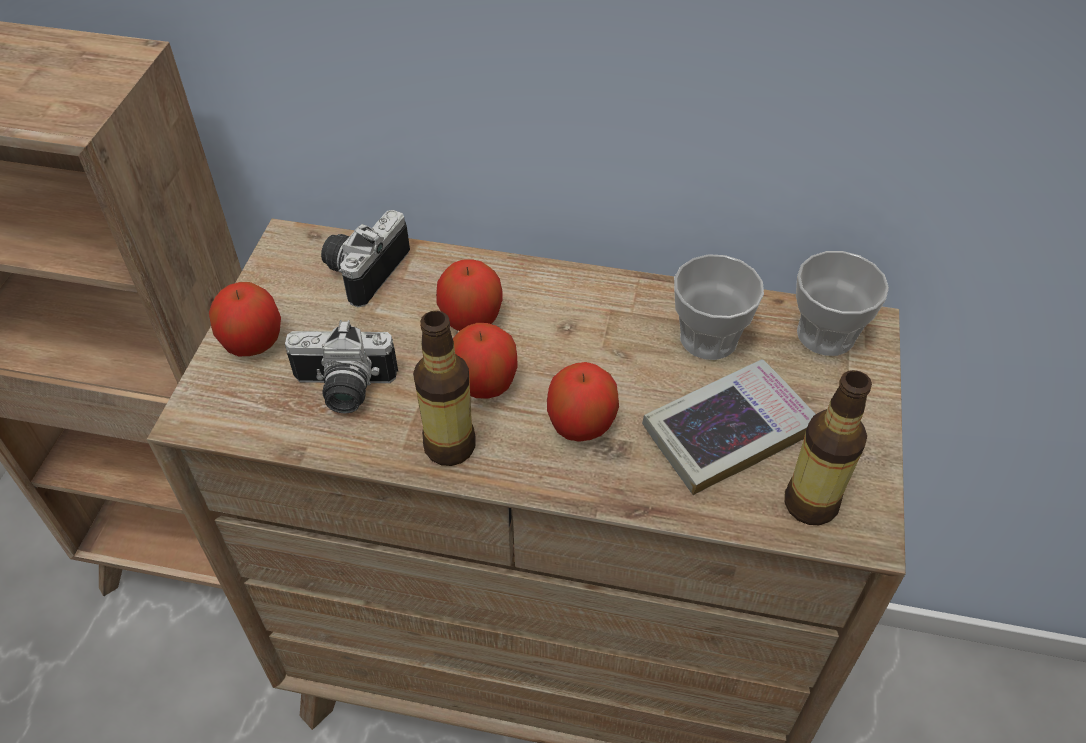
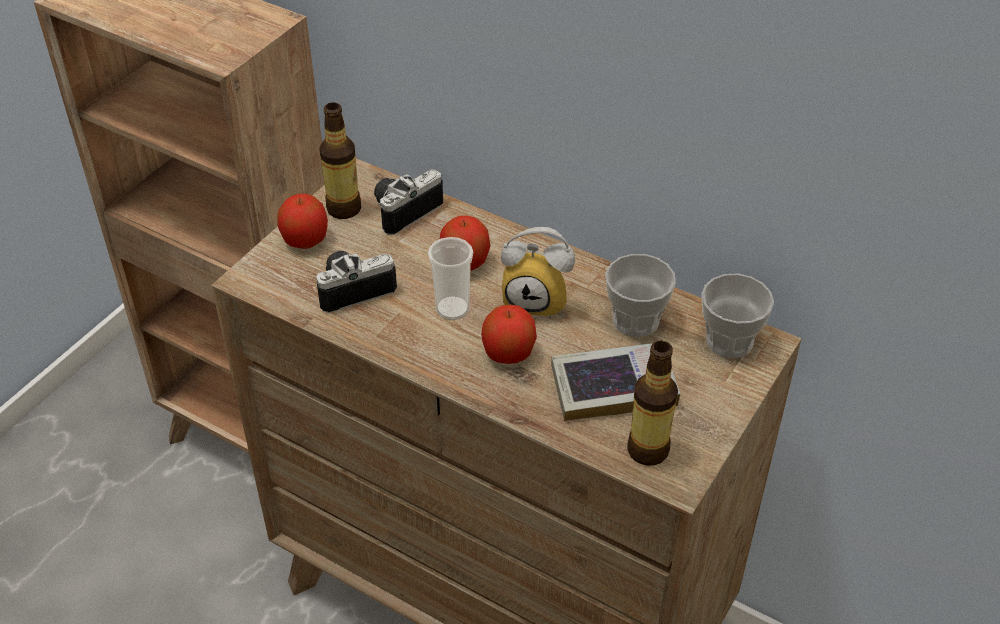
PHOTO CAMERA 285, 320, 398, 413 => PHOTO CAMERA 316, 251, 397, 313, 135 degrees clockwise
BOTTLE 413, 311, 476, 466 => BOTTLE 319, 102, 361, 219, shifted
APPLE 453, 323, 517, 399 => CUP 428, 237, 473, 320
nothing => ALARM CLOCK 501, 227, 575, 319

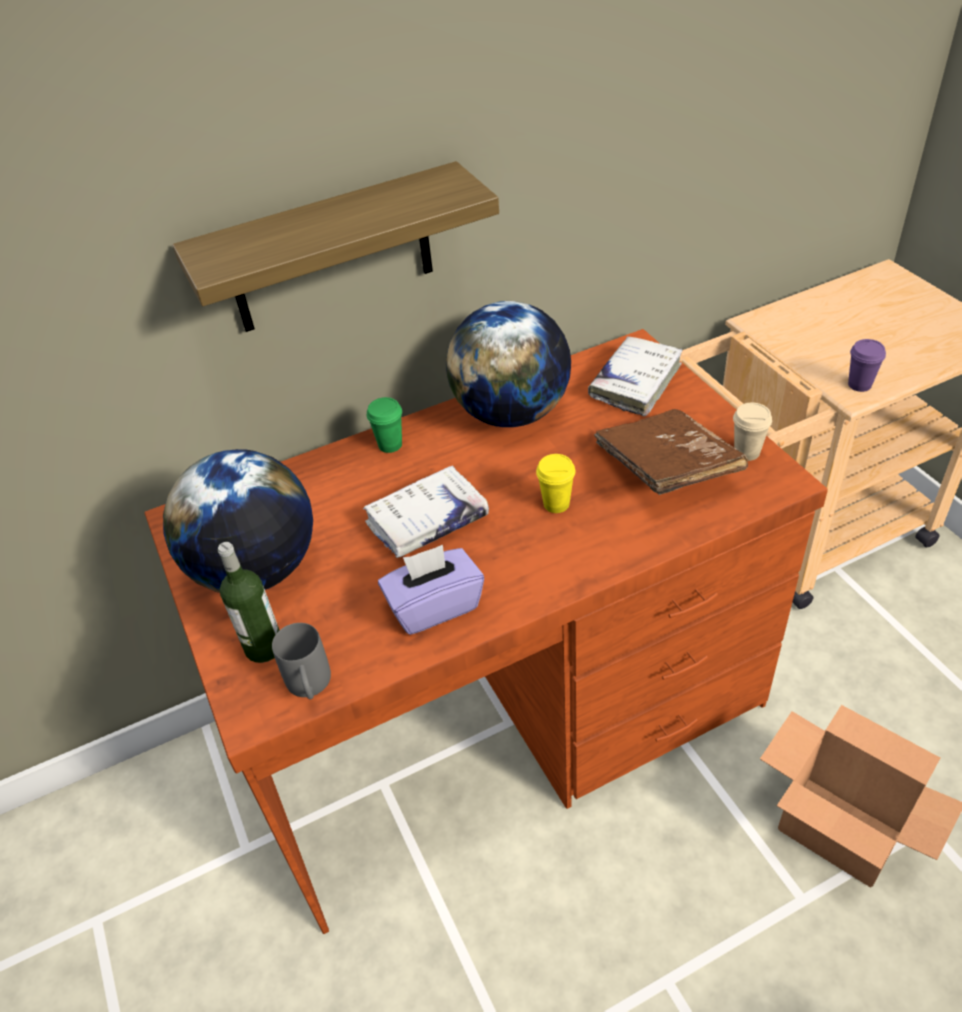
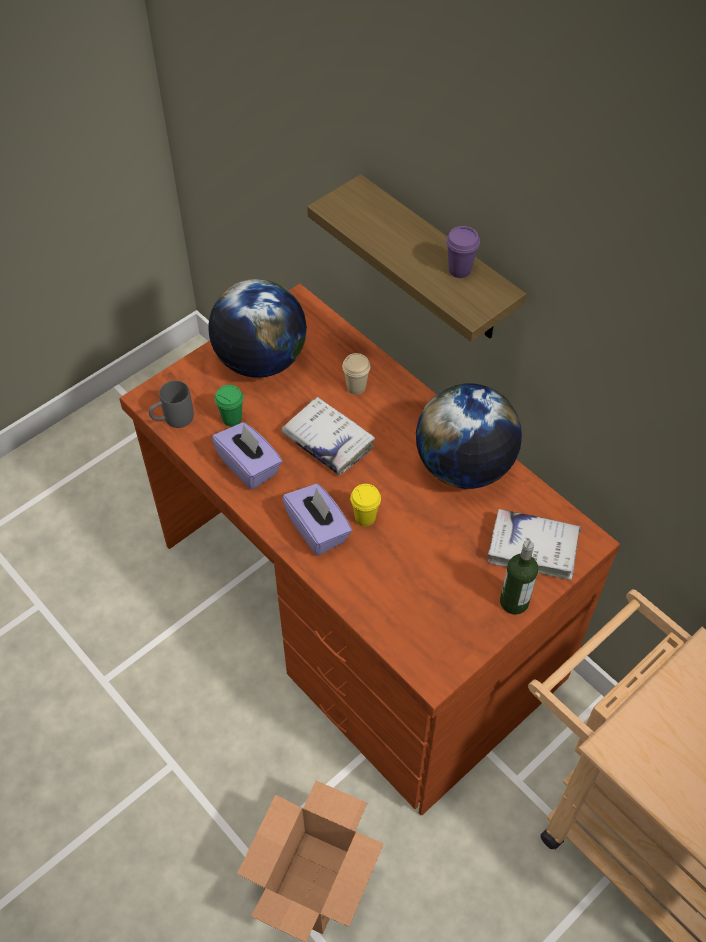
BOTTLE 218, 542, 280, 663 => BOTTLE 500, 540, 538, 615, shifted
GREEN CUP 367, 397, 402, 453 => GREEN CUP 215, 385, 244, 427, shifted
BROWN BOOK 594, 409, 748, 495 => nothing
BEIGE CUP 733, 403, 772, 461 => BEIGE CUP 342, 353, 370, 395, shifted
PURPLE CUP 848, 339, 886, 392 => PURPLE CUP 446, 226, 480, 278, shifted
nothing => PURPLE TISSUE BOX 282, 483, 352, 556

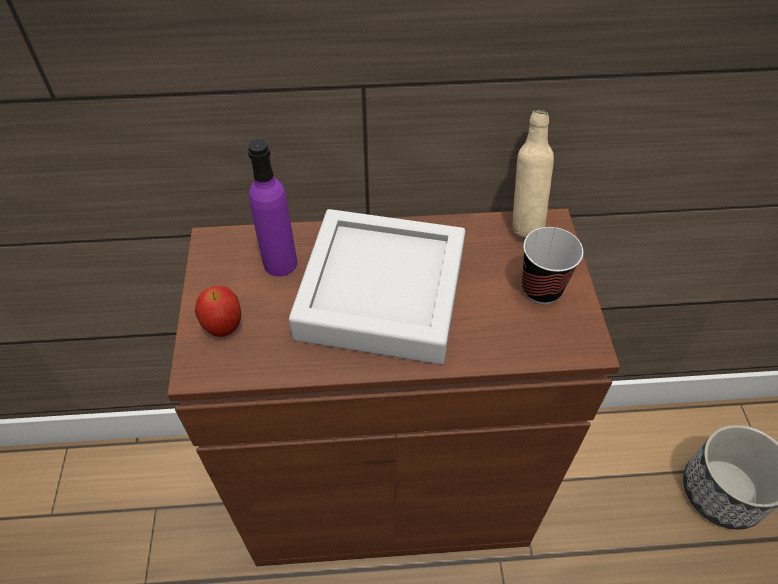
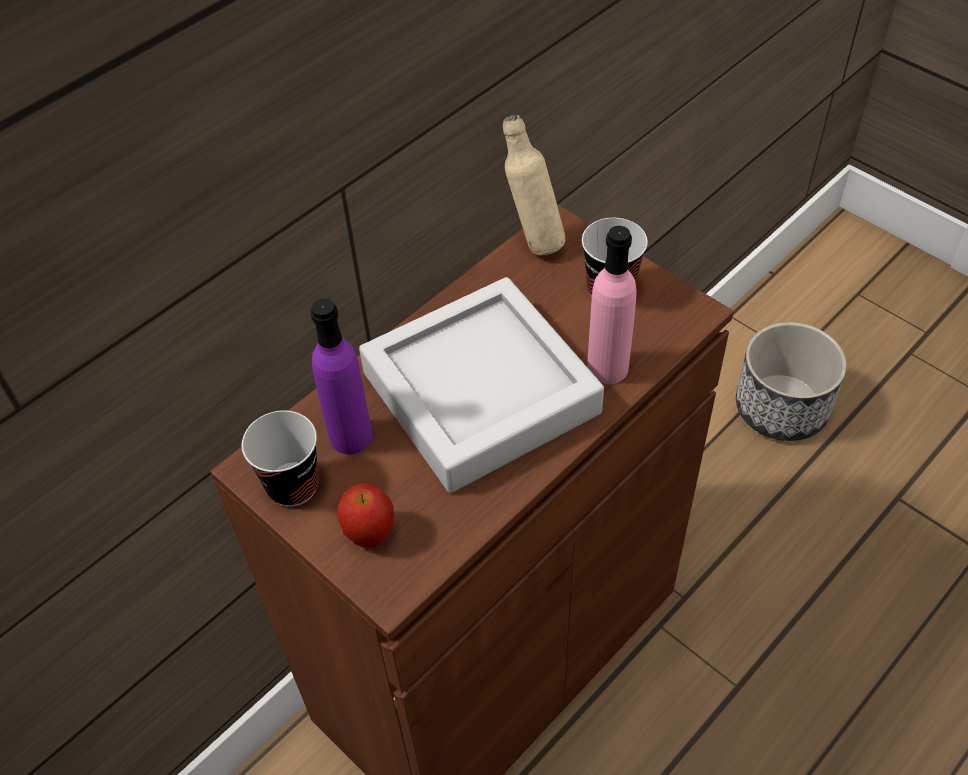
nothing => CUP 242, 411, 319, 507
nothing => PINK BOTTLE 587, 226, 637, 384

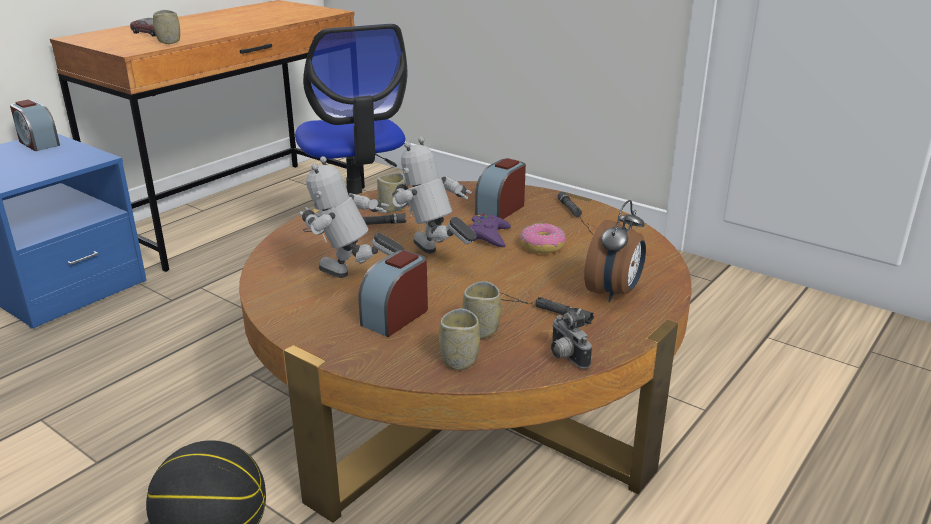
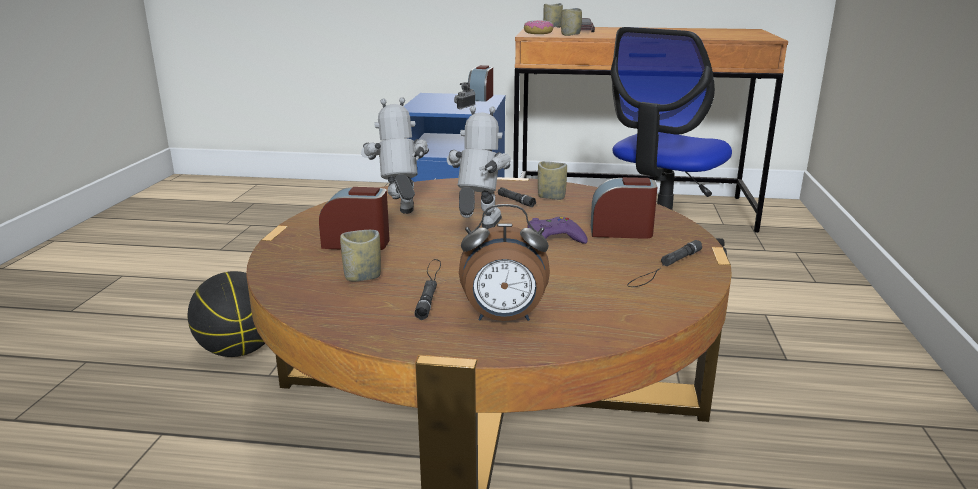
CUP 439, 308, 480, 370 => CUP 543, 3, 563, 28, shifted
DONUT 520, 223, 566, 254 => DONUT 524, 20, 554, 34, shifted
PHOTO CAMERA 551, 310, 592, 369 => PHOTO CAMERA 454, 82, 475, 109, shifted

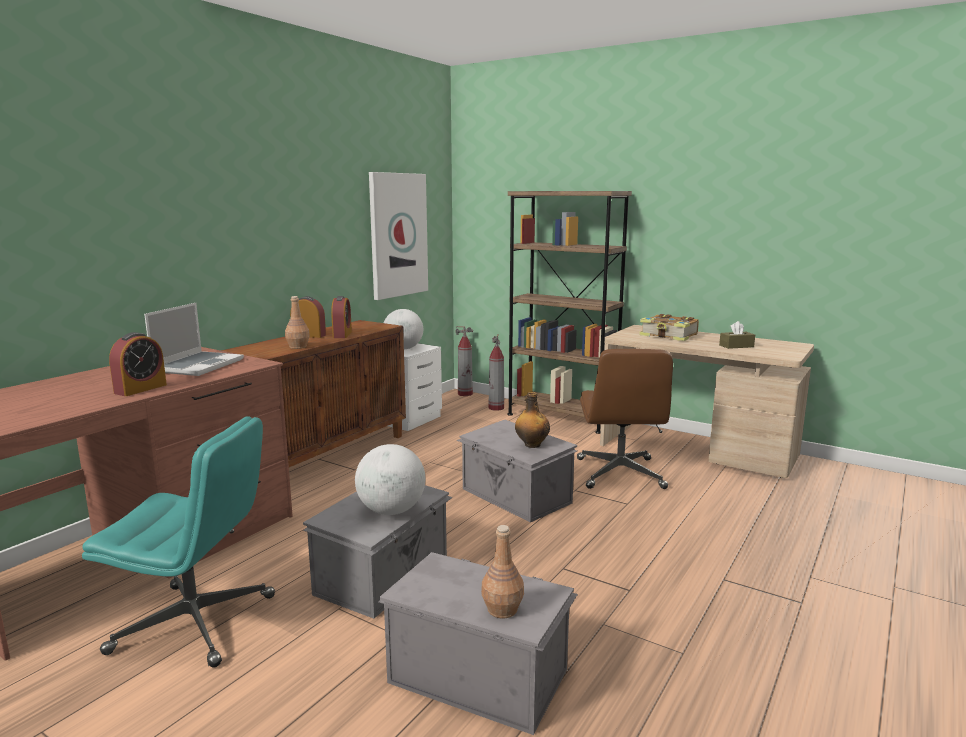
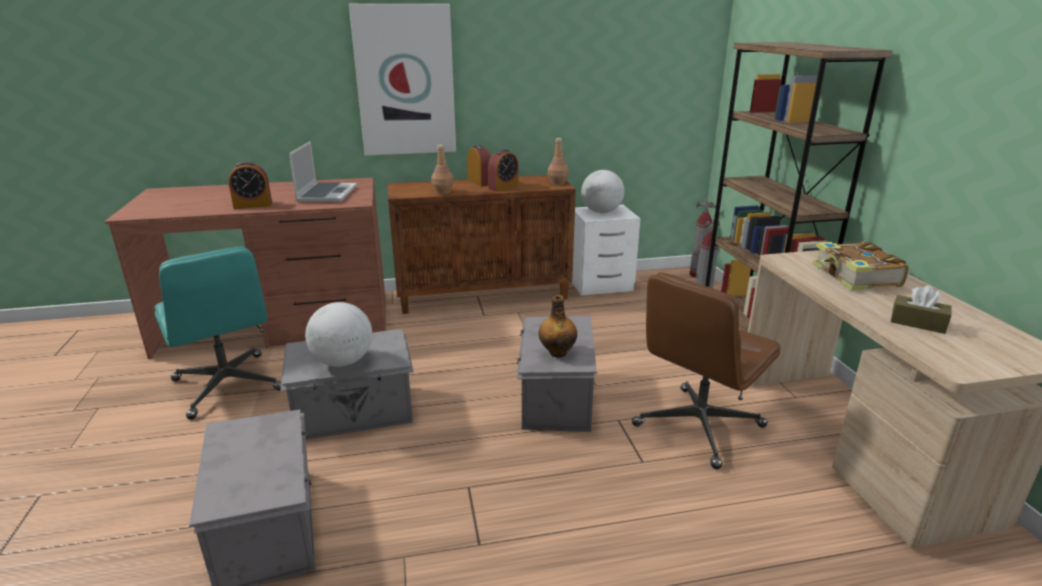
LAPTOP 144, 303, 244, 376 => LAPTOP 289, 141, 357, 202, 60 degrees counterclockwise
PICTURE 369, 172, 428, 300 => PICTURE 349, 4, 456, 156, shifted
BROWN BOTTLE 481, 525, 524, 619 => BROWN BOTTLE 548, 138, 569, 185, shifted

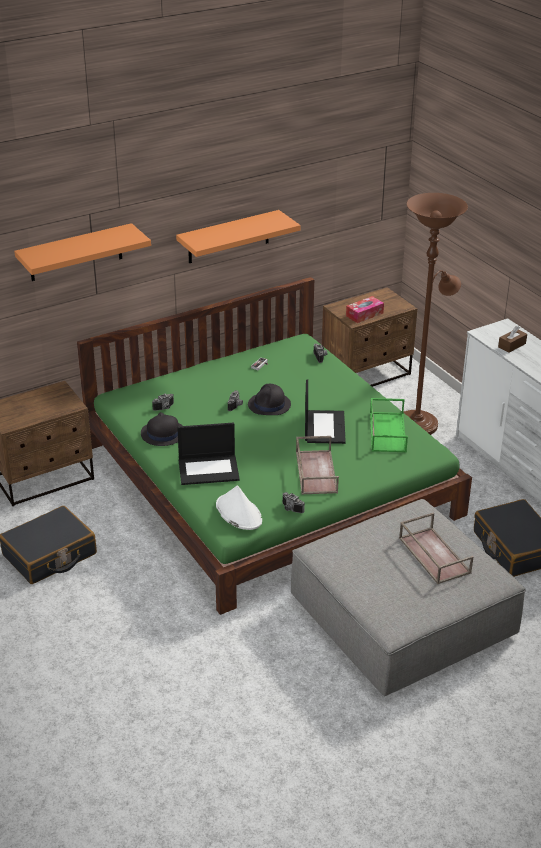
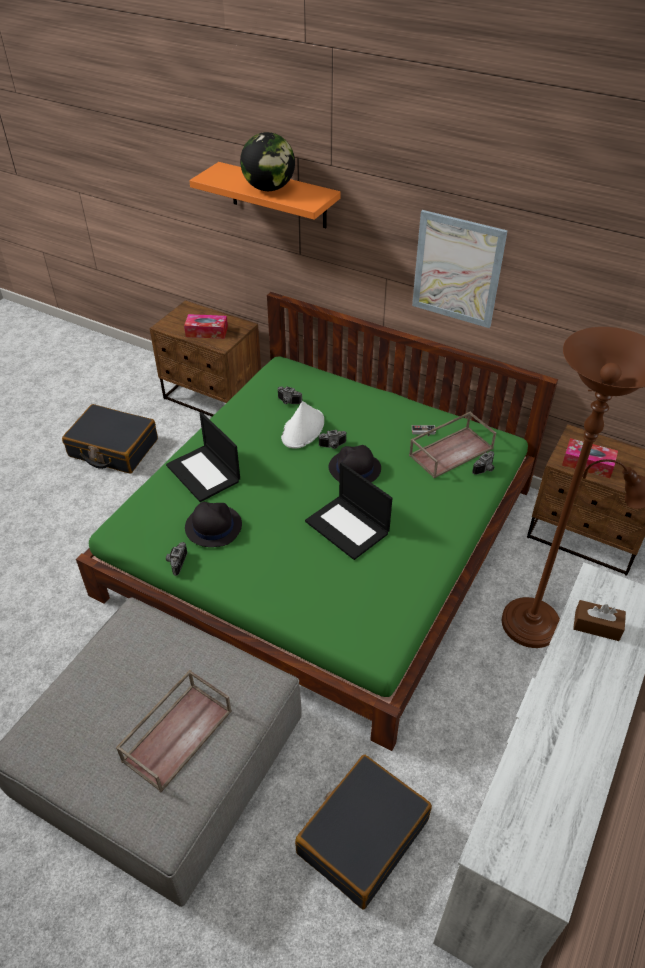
BLACK HAT 141, 412, 182, 446 => BLACK HAT 185, 502, 242, 547, shifted
ORANGE SHELF 176, 210, 301, 263 => PICTURE 412, 210, 508, 328
WHITE HAT 216, 485, 262, 530 => WHITE HAT 281, 401, 324, 449, shifted
BROWN TRAY 296, 436, 339, 495 => BROWN TRAY 409, 412, 496, 478, shifted
LAPTOP 305, 380, 346, 444 => LAPTOP 305, 462, 392, 560, 75 degrees clockwise
GREEN TRAY 370, 398, 408, 453 => nothing
nothing => TISSUE BOX 184, 314, 228, 339
nothing => GLOBE 240, 132, 295, 191

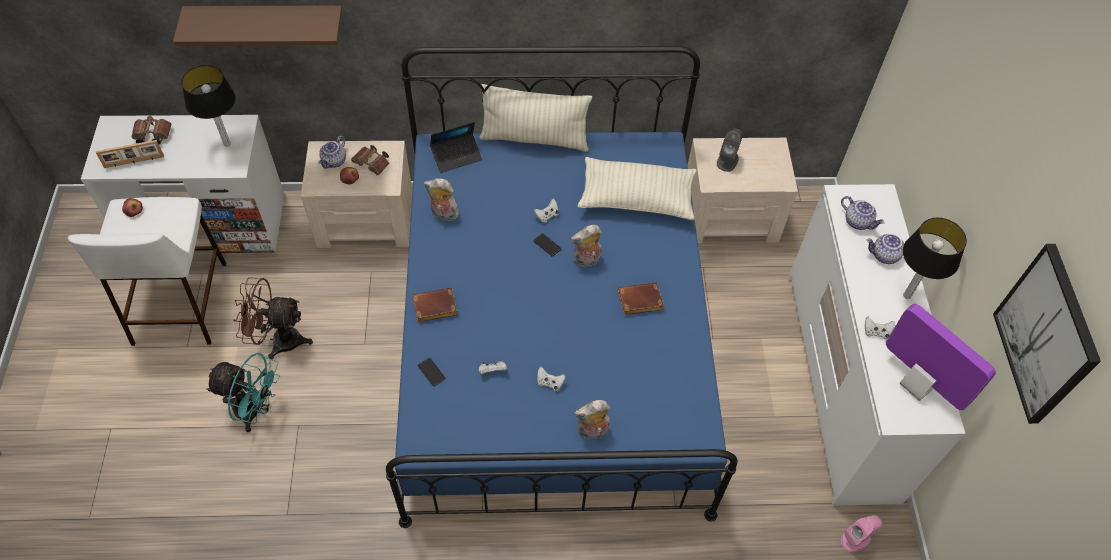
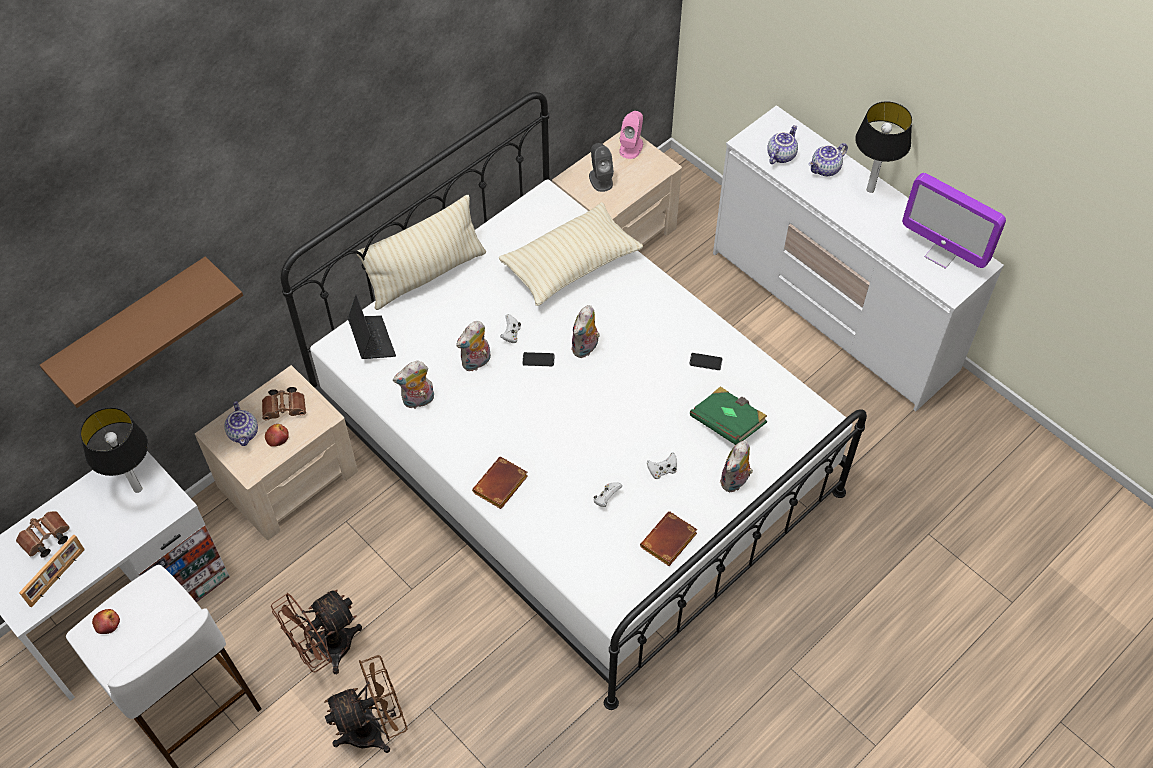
TURQUOISE FAN 206, 353, 280, 432 => BROWN FAN 324, 655, 408, 753
BLUE BED 386, 46, 738, 528 => WHITE BED 281, 92, 867, 710
PHONE 418, 358, 446, 386 => PHONE 689, 353, 722, 370, shifted
LAPTOP 430, 122, 483, 173 => LAPTOP 348, 294, 396, 359, 45 degrees counterclockwise
BROWN BOOK 618, 282, 664, 315 => BROWN BOOK 640, 511, 697, 566, shifted
TEAPOT 841, 196, 885, 230 => TEAPOT 767, 125, 798, 164, 60 degrees counterclockwise
PINK SPEAKER 841, 515, 882, 552 => PINK SPEAKER 619, 111, 643, 159, shifted
WHITE GAME CONTROLLER 865, 316, 895, 339 => nothing
MONITOR 886, 304, 996, 410 => MONITOR 902, 173, 1006, 269, 150 degrees counterclockwise
PICTURE 993, 244, 1101, 424 => nothing
nothing => PLUSH TOY 456, 321, 491, 371
nothing => GREEN BOOK 690, 387, 767, 445

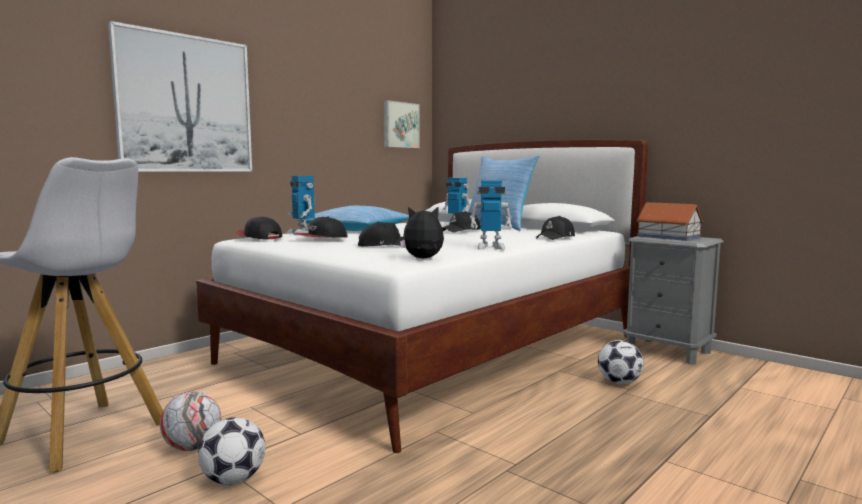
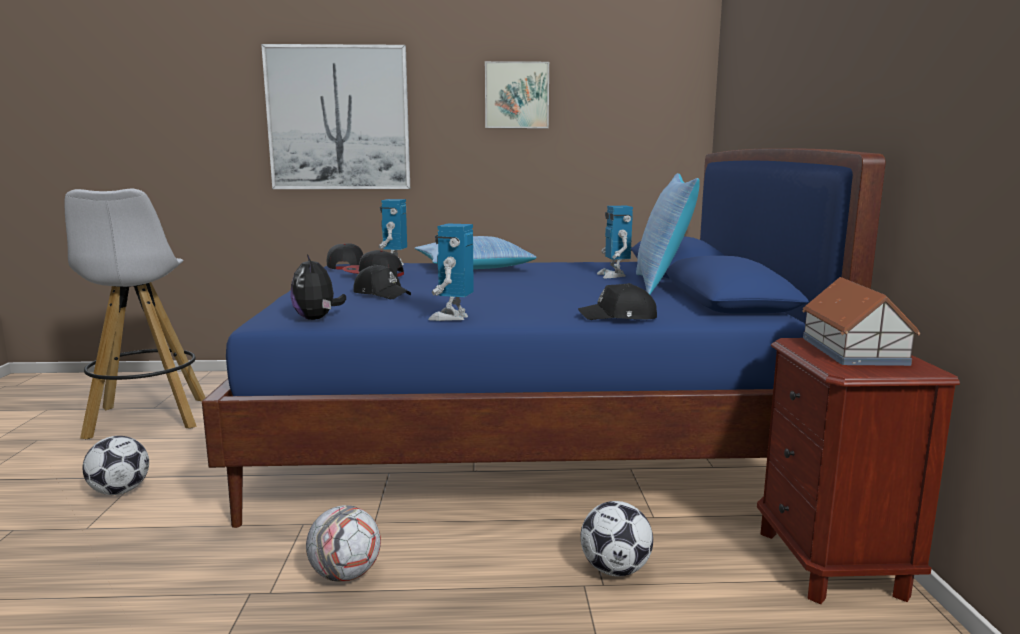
FOOTBALL 160, 392, 221, 451 => FOOTBALL 306, 505, 381, 582, shifted
WHITE BED 196, 140, 648, 453 => BLUE BED 202, 148, 885, 528
PICTURE 384, 100, 420, 148 => PICTURE 485, 61, 549, 128, shifted
PLUSH TOY 400, 206, 444, 259 => PLUSH TOY 290, 254, 346, 320, 150 degrees counterclockwise
BLACK CAP 443, 211, 481, 232 => nothing
TOY ROBOT 470, 180, 512, 250 => TOY ROBOT 428, 223, 474, 321, 60 degrees clockwise
GREY NIGHTSTAND 623, 236, 724, 364 => BROWN NIGHTSTAND 757, 338, 960, 604

